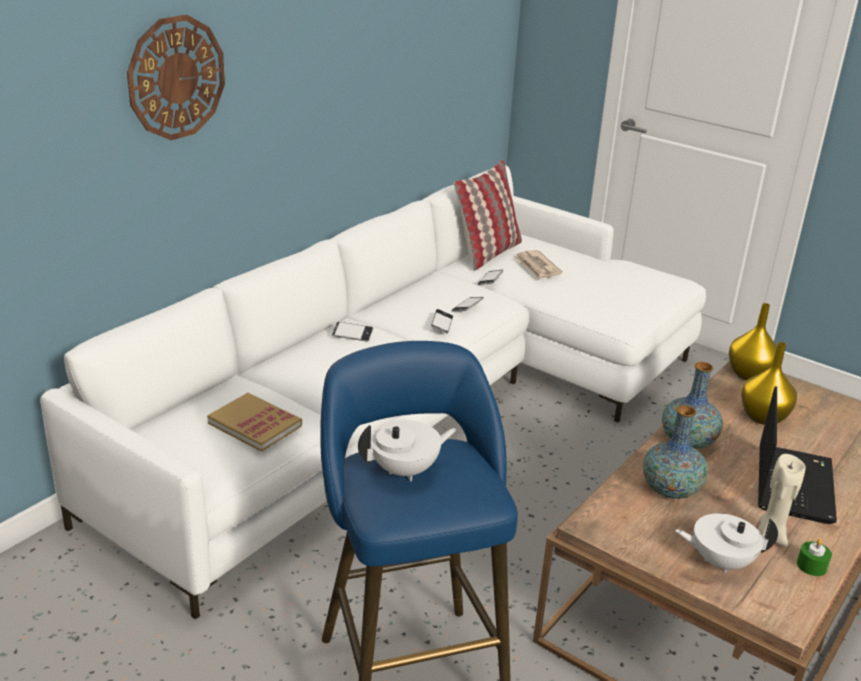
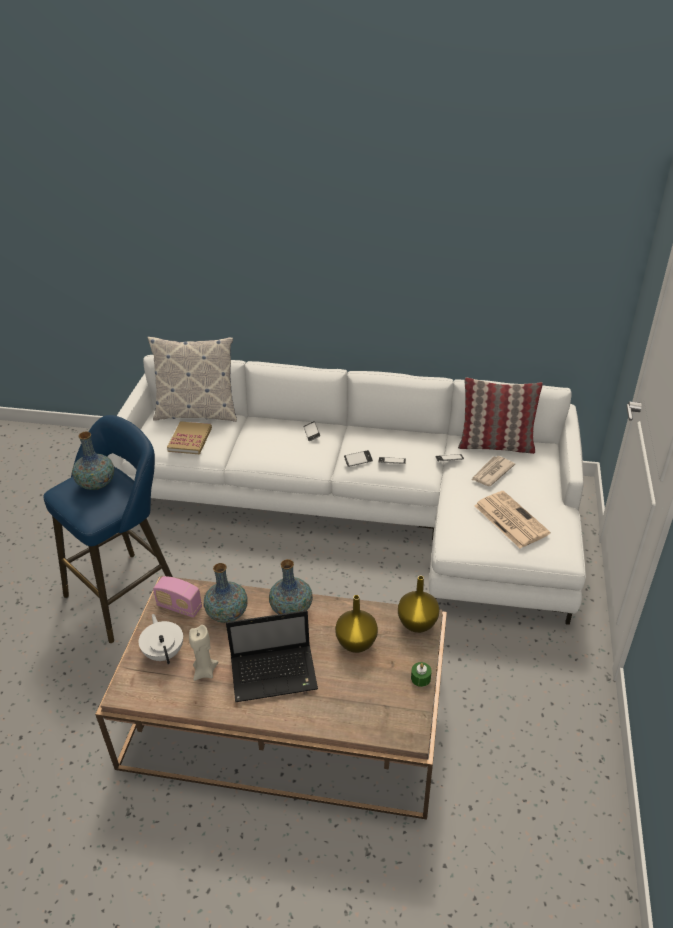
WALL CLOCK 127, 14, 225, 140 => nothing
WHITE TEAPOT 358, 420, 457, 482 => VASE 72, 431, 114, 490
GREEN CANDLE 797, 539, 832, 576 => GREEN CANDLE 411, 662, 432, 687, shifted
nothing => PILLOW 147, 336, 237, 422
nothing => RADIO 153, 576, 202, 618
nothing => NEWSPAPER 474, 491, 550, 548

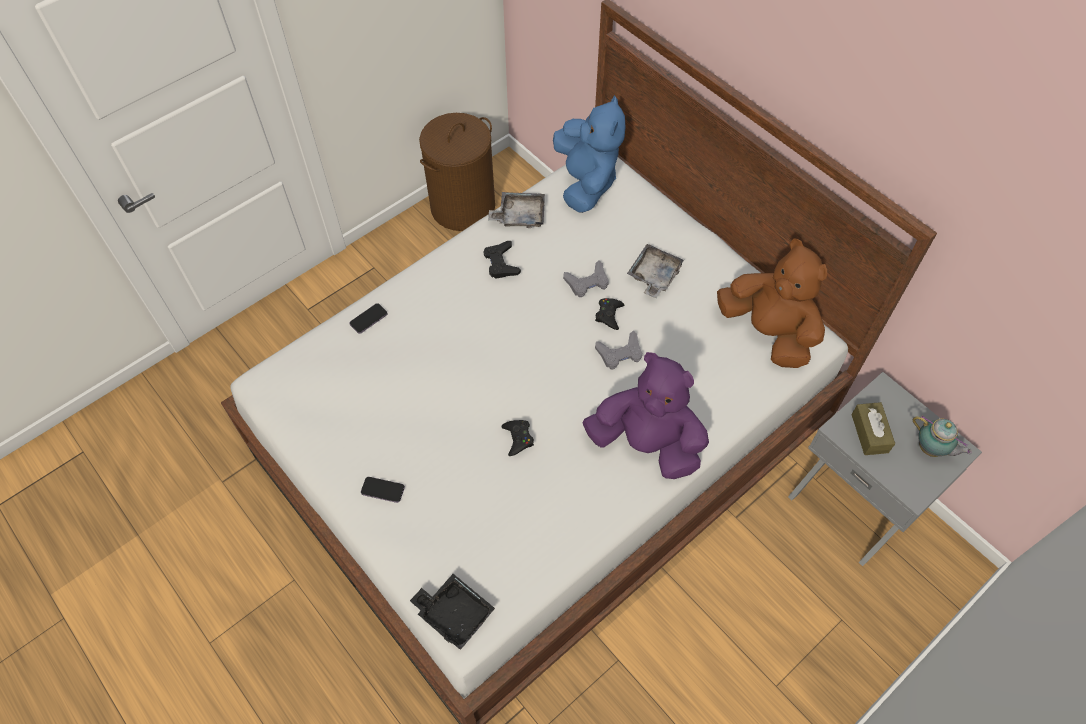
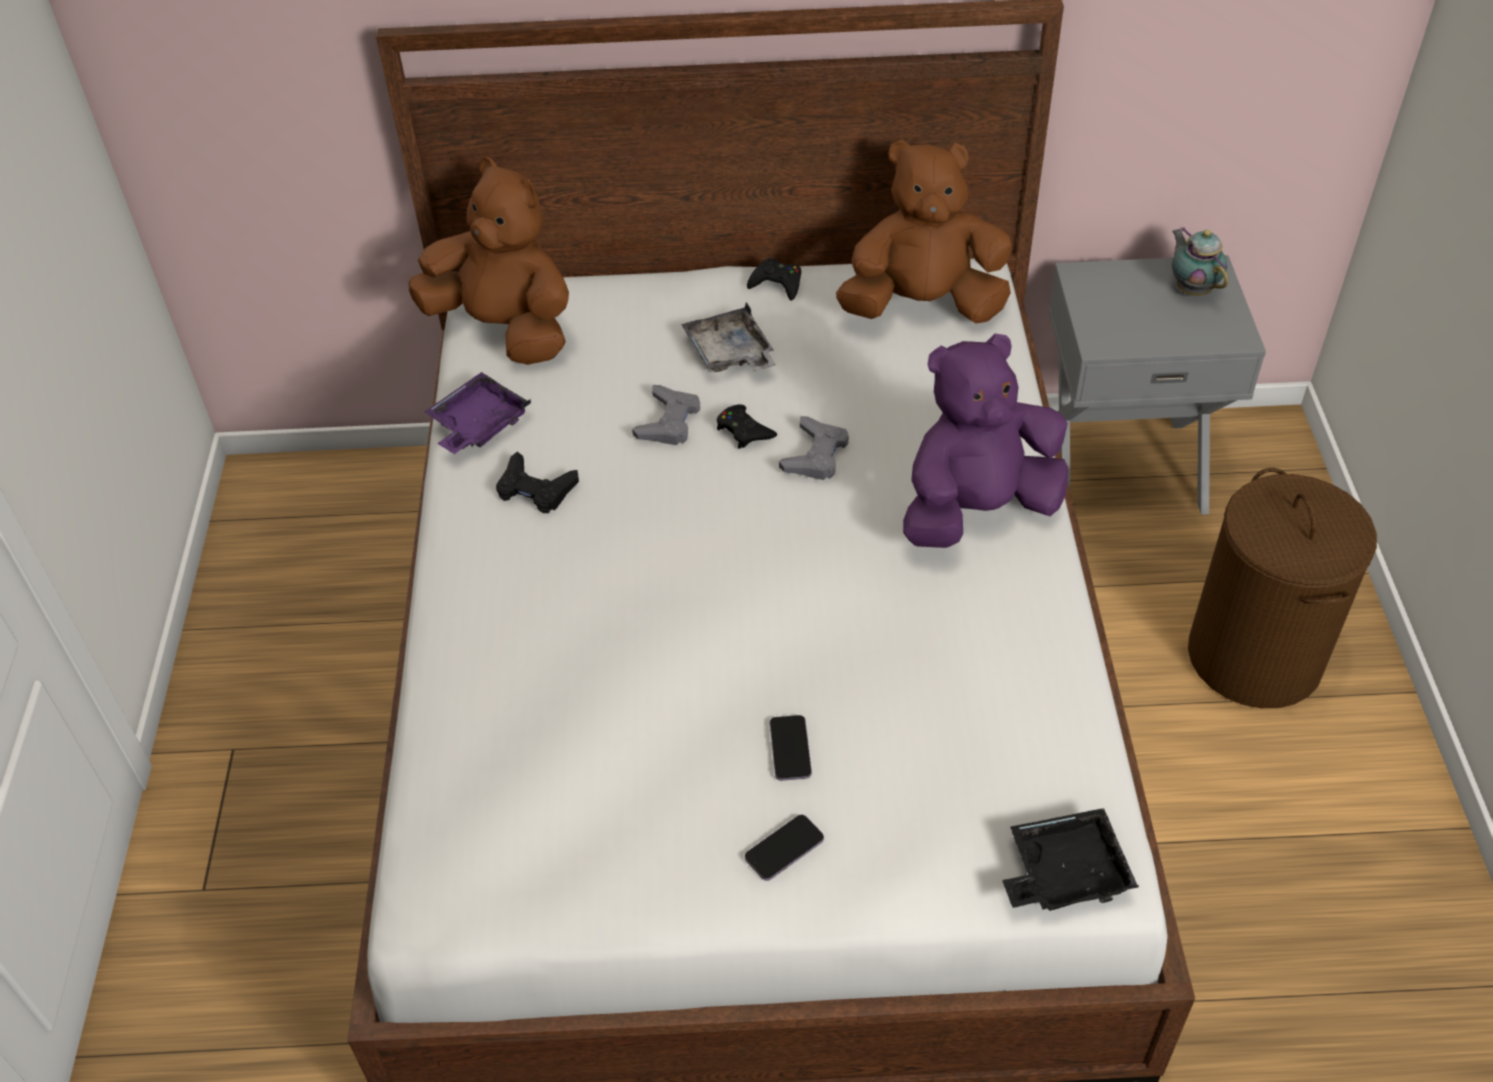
PHONE 349, 303, 388, 334 => PHONE 770, 715, 812, 781, shifted
BROWN LAUNDRY BASKET 419, 113, 495, 231 => BROWN LAUNDRY BASKET 1188, 468, 1377, 708, shifted
GREY TRAY 488, 192, 545, 228 => PURPLE TRAY 424, 372, 531, 454
BLACK GAME CONTROLLER 501, 420, 534, 456 => BLACK GAME CONTROLLER 747, 258, 801, 300, shifted
BLUE PLUSH TOY 553, 95, 625, 213 => BROWN PLUSH TOY 408, 157, 569, 365
BROWN TISSUE BOX 851, 402, 895, 455 => nothing
TEAPOT 913, 415, 972, 457 => TEAPOT 1172, 227, 1228, 296, 105 degrees counterclockwise

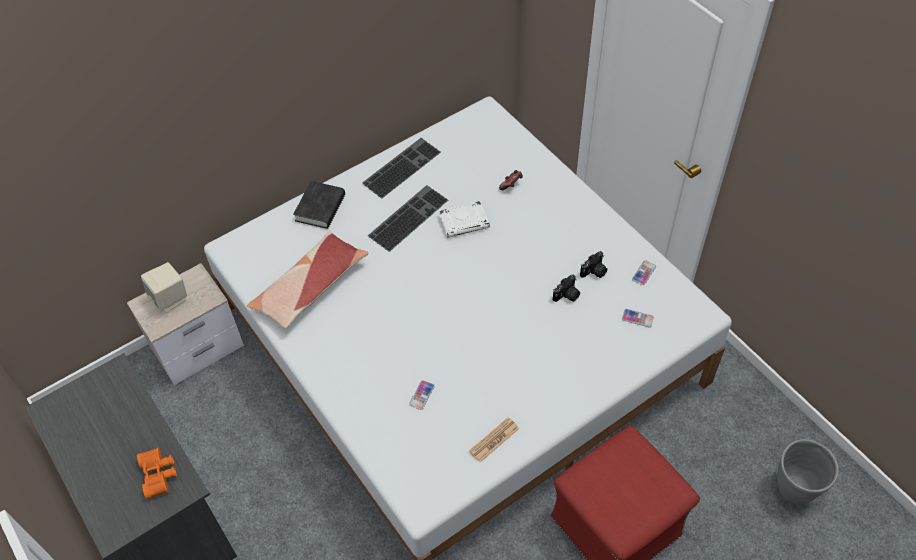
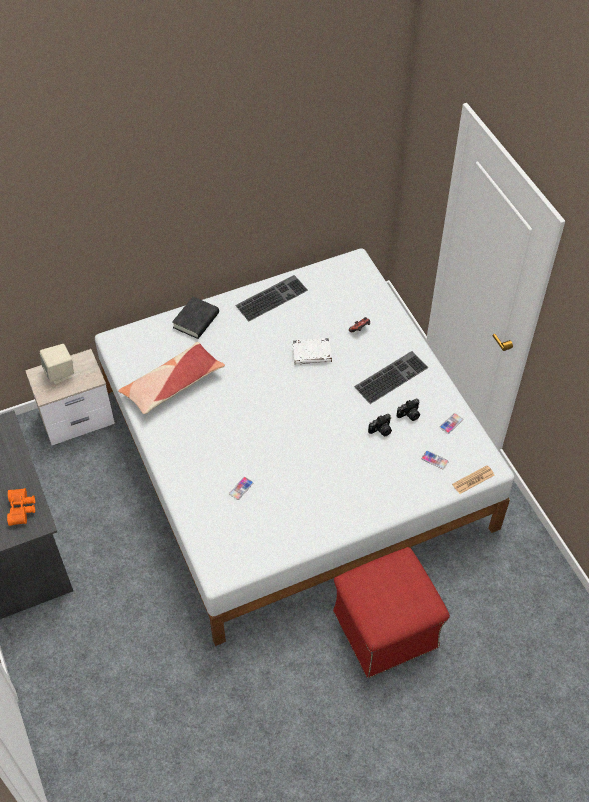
KEYBOARD 368, 185, 448, 252 => KEYBOARD 354, 351, 429, 404, shifted
NEWSPAPER 469, 417, 519, 463 => NEWSPAPER 452, 465, 494, 494, shifted
GREY PLANTER 778, 439, 839, 504 => nothing

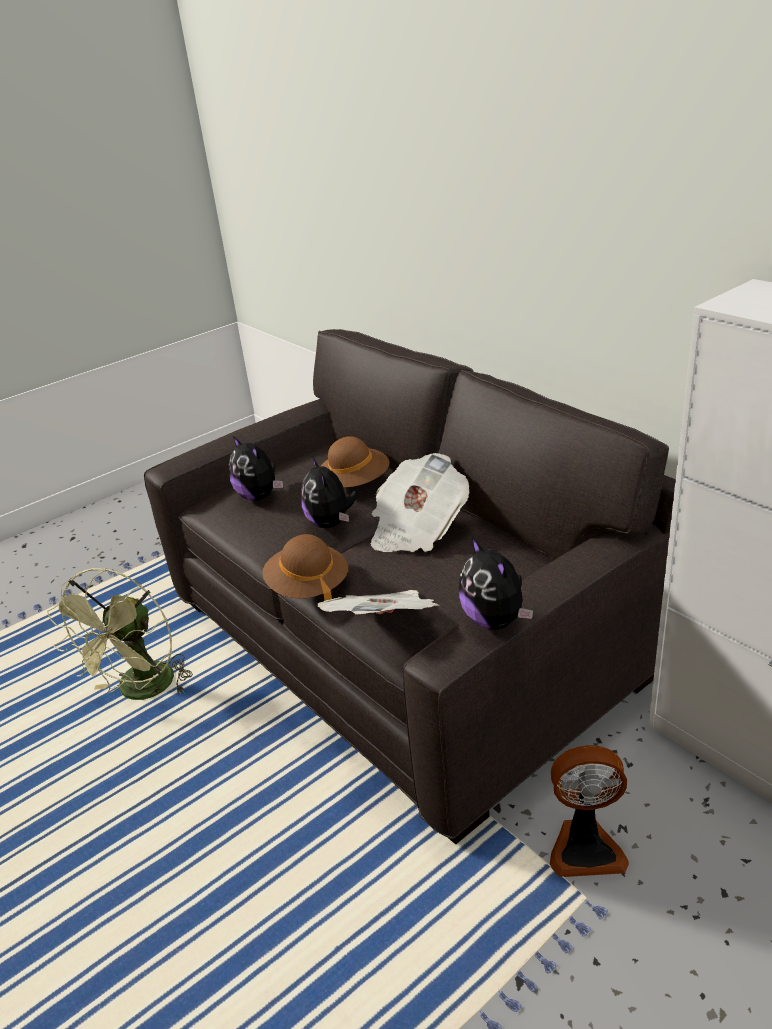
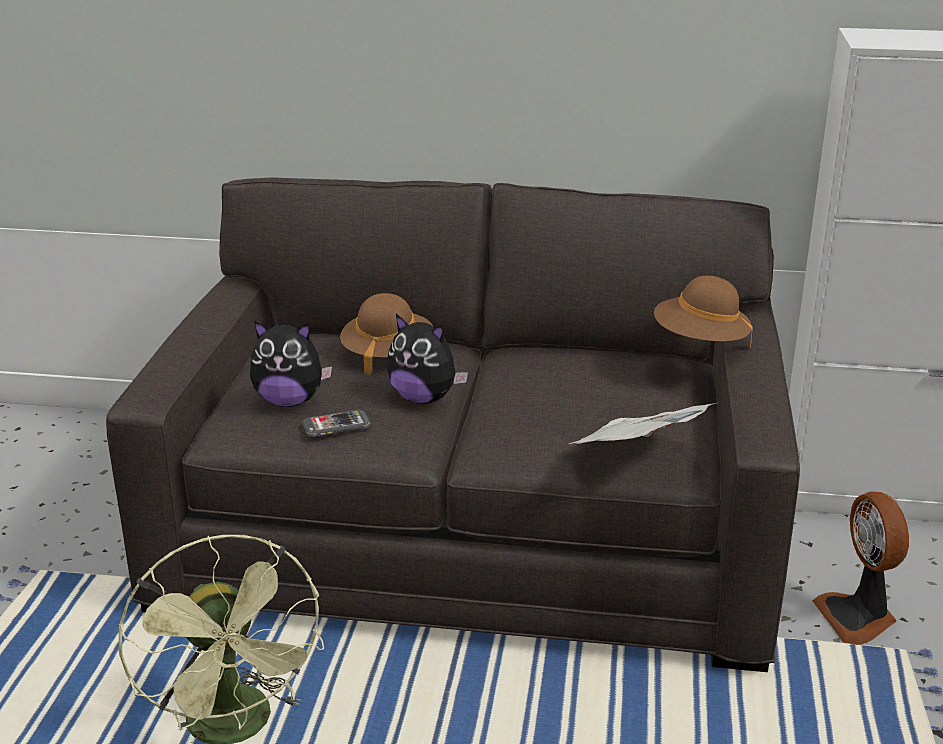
BROWN HAT 262, 534, 348, 601 => BROWN HAT 654, 276, 753, 347, shifted
NEWSPAPER 371, 453, 469, 552 => nothing
PLUSH TOY 459, 537, 533, 630 => nothing
FAN 550, 745, 629, 877 => FAN 812, 492, 909, 645, 120 degrees clockwise
nothing => PHONE 302, 410, 370, 437

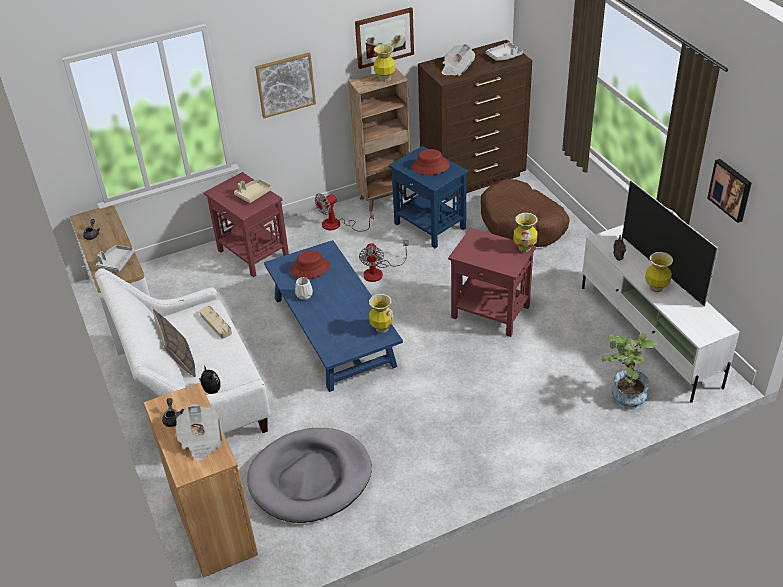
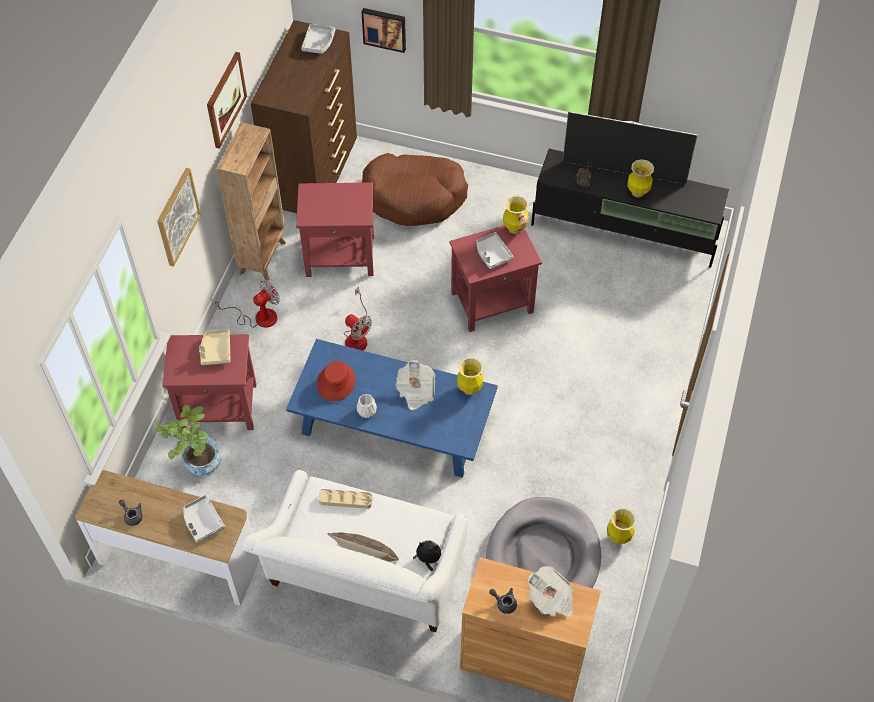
FAN 315, 193, 374, 232 => FAN 212, 281, 280, 328, 135 degrees counterclockwise
VASE 374, 44, 396, 82 => VASE 607, 508, 636, 544, shifted
BLUE SIDE TABLE 389, 146, 468, 248 => RED SIDE TABLE 296, 182, 374, 277
RED HAT 411, 149, 450, 175 => nothing
NEWSPAPER 442, 44, 475, 76 => NEWSPAPER 395, 360, 435, 410, shifted
WHITE TV STAND 582, 225, 740, 403 => BLACK TV STAND 531, 149, 729, 268
POTTED PLANT 602, 333, 658, 410 => POTTED PLANT 155, 405, 221, 478, shifted
PICTURE 707, 159, 751, 223 => PICTURE 361, 8, 406, 53, shifted
nothing => GREY TRAY 477, 232, 514, 269

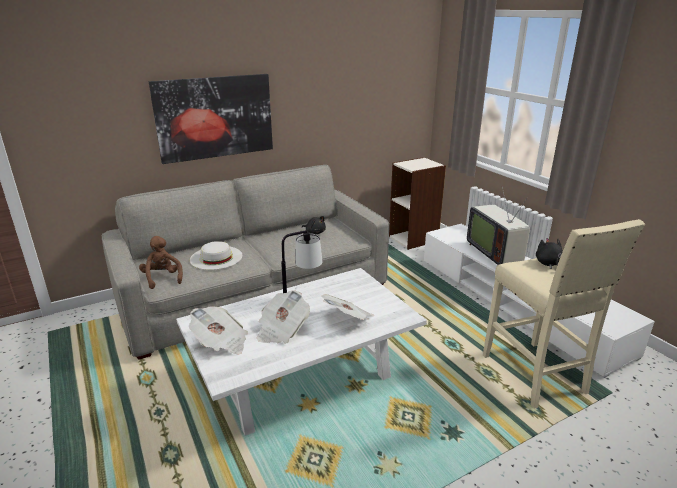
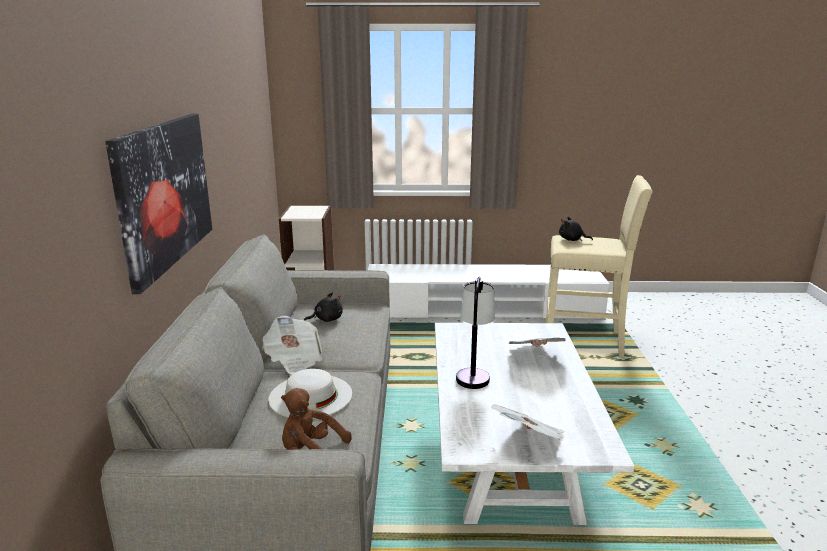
NEWSPAPER 257, 290, 310, 344 => NEWSPAPER 262, 316, 323, 375, shifted
TELEVISION 467, 187, 530, 265 => nothing

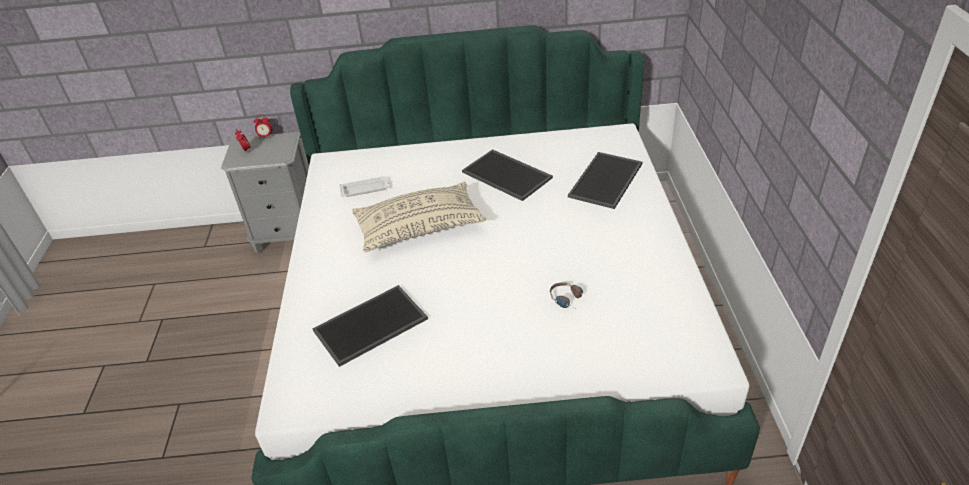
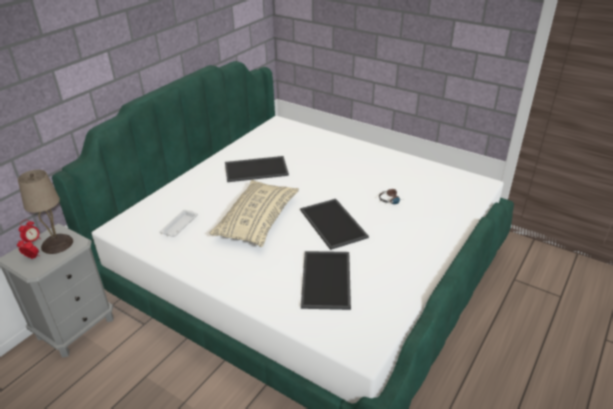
TRAY 568, 152, 643, 209 => TRAY 300, 199, 369, 250, shifted
nothing => BEIGE TABLE LAMP 18, 170, 73, 254

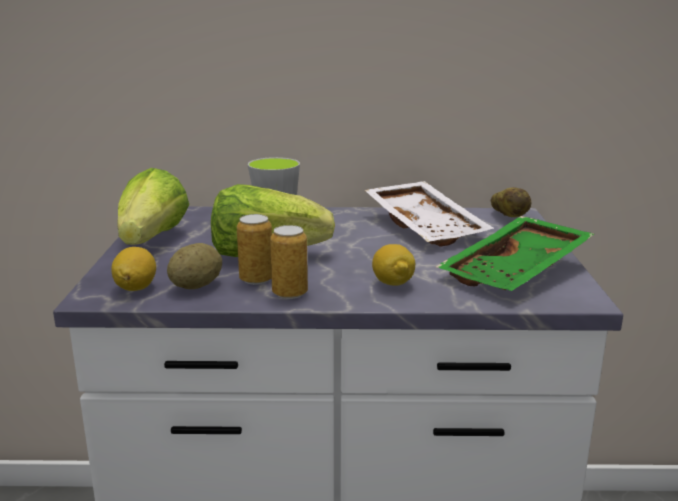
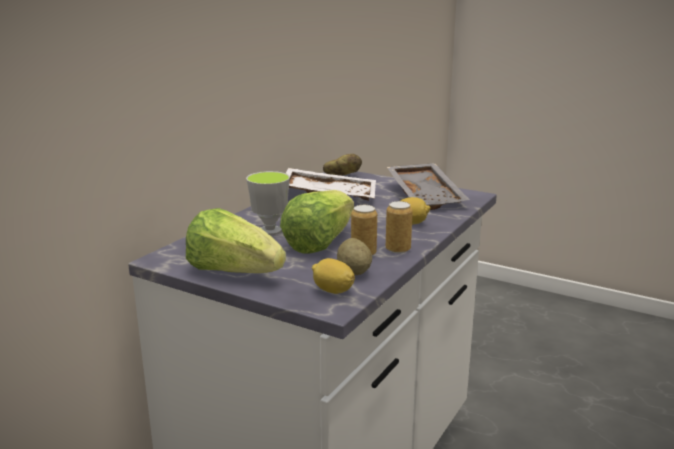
GREEN TRAY 436, 216, 594, 291 => GREY TRAY 387, 163, 470, 210

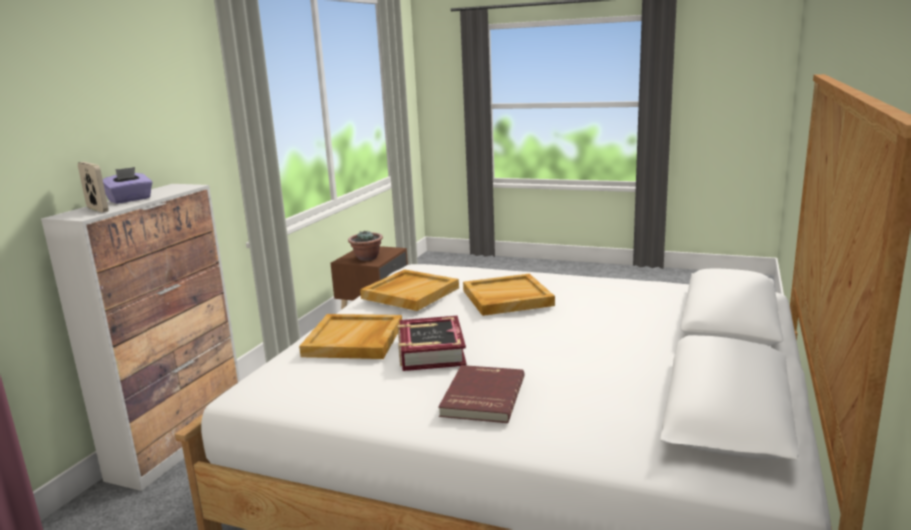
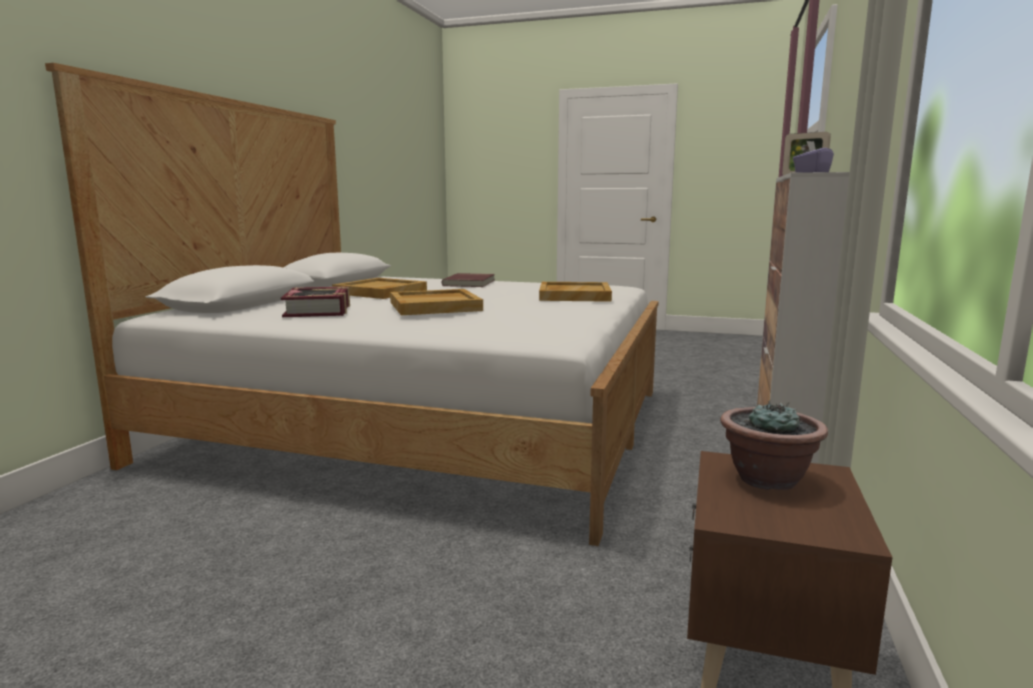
BEIGE TRAY 360, 269, 459, 311 => BEIGE TRAY 332, 278, 427, 299, shifted
BOOK 398, 316, 467, 371 => BOOK 281, 286, 350, 317, shifted

